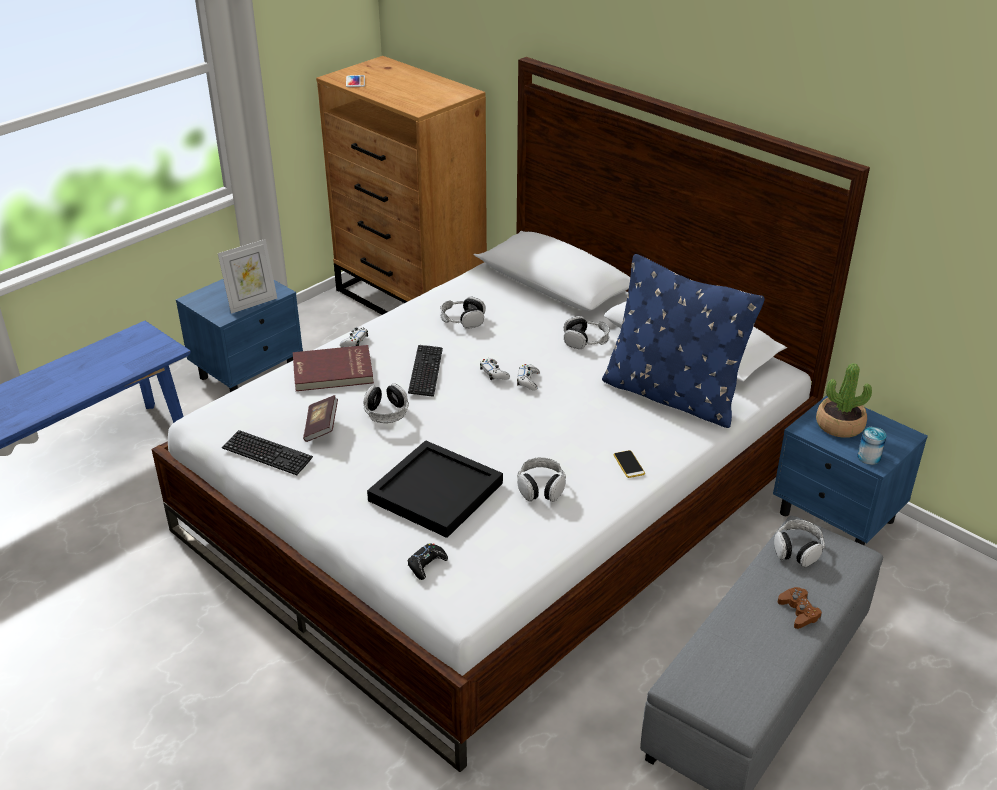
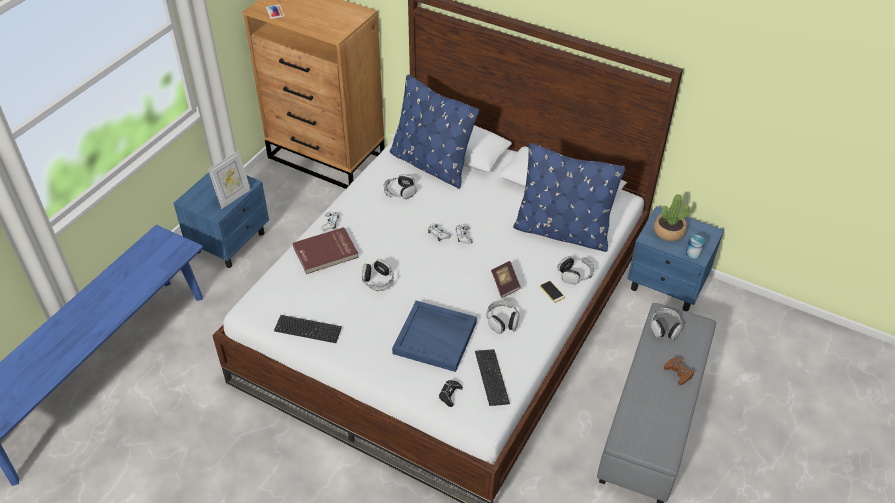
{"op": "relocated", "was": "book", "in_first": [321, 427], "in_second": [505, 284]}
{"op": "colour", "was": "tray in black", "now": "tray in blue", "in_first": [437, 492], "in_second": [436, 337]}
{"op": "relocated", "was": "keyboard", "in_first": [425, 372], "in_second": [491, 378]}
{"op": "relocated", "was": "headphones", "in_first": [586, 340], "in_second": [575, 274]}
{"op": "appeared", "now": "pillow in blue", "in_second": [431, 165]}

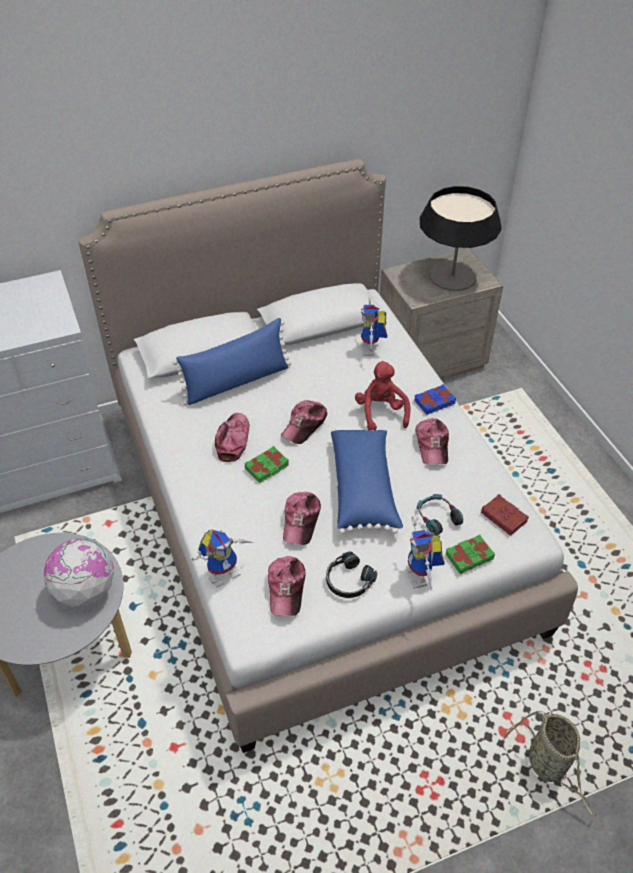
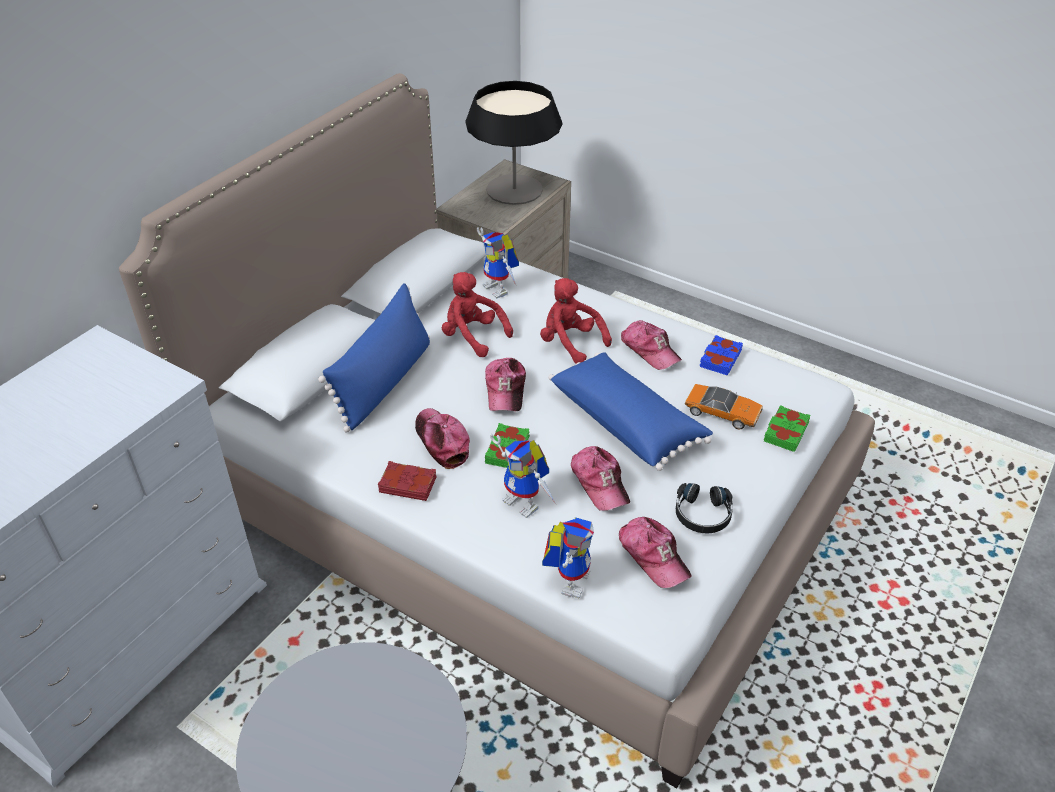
{"op": "missing", "was": "globe", "in_first": [85, 591]}
{"op": "relocated", "was": "toy robot", "in_first": [422, 577], "in_second": [526, 502]}
{"op": "relocated", "was": "book in blue", "in_first": [434, 402], "in_second": [720, 359]}
{"op": "exchanged", "was": "headphones", "now": "toy car", "in_first": [437, 517], "in_second": [722, 412]}
{"op": "relocated", "was": "book in red", "in_first": [504, 517], "in_second": [408, 484]}
{"op": "missing", "was": "basket", "in_first": [548, 766]}
{"op": "appeared", "now": "plush toy in red", "in_second": [472, 336]}

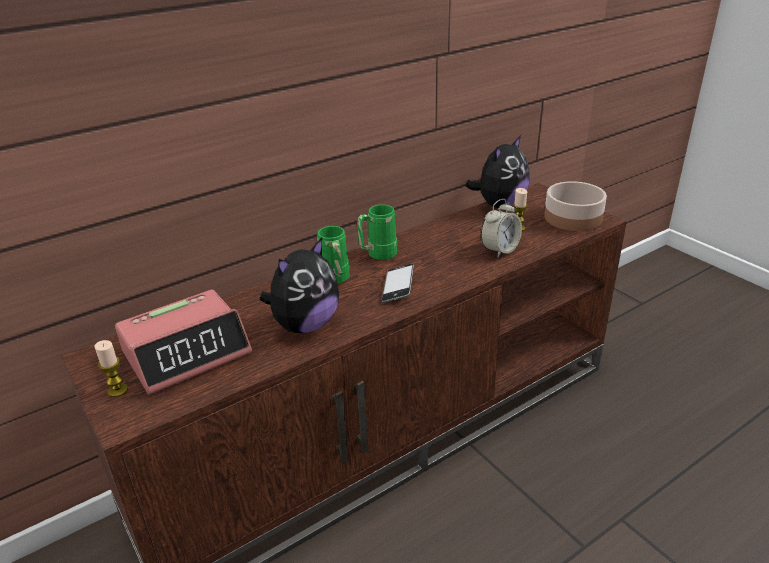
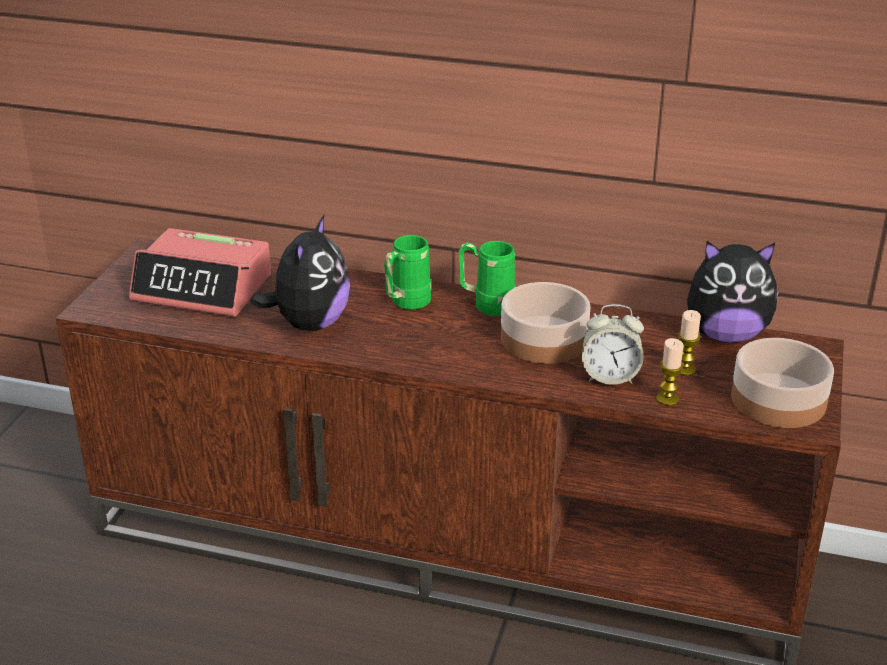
{"op": "relocated", "was": "candle", "in_first": [118, 390], "in_second": [667, 399]}
{"op": "spun", "was": "plush toy", "in_first": [305, 325], "in_second": [309, 323], "clockwise": -75}
{"op": "missing", "was": "phone", "in_first": [398, 287]}
{"op": "appeared", "now": "bowl", "in_second": [543, 339]}

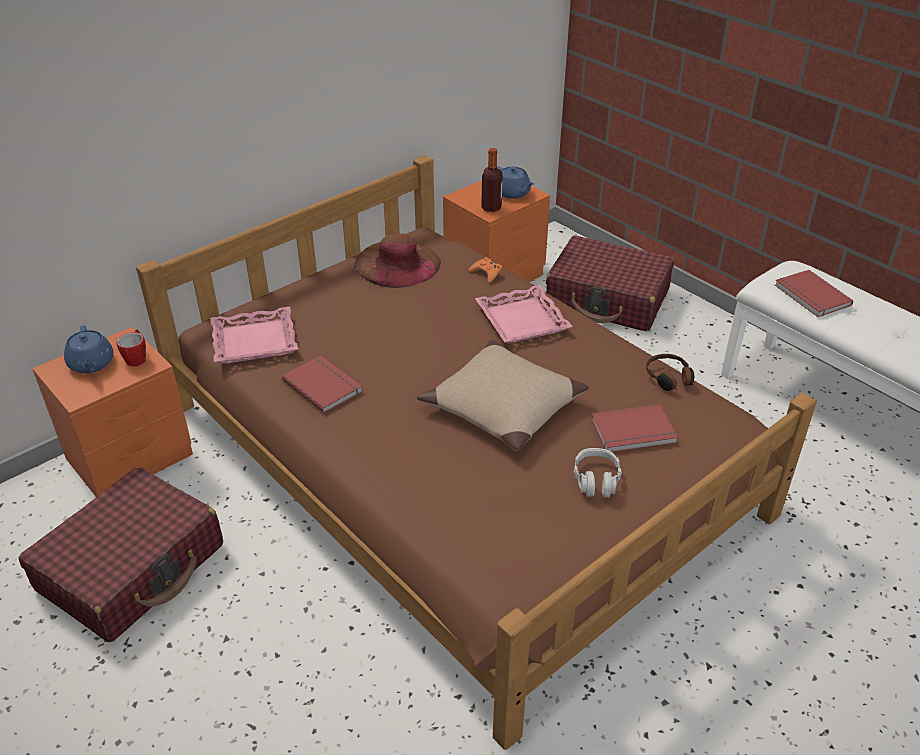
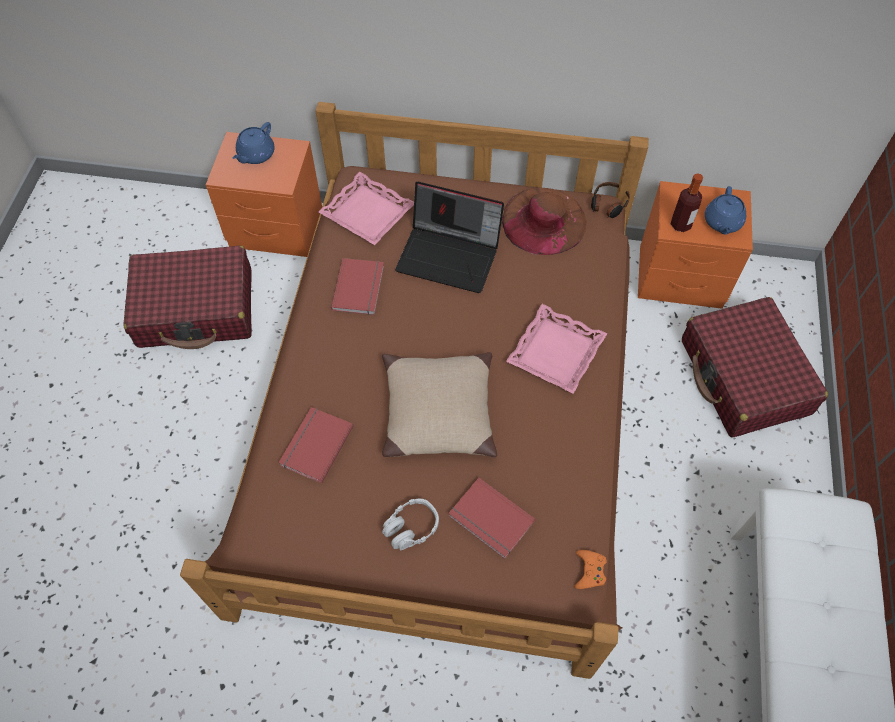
{"op": "missing", "was": "mug", "in_first": [137, 358]}
{"op": "relocated", "was": "game controller in orange", "in_first": [486, 273], "in_second": [589, 571]}
{"op": "relocated", "was": "headphones", "in_first": [669, 378], "in_second": [608, 204]}
{"op": "relocated", "was": "book in red", "in_first": [811, 296], "in_second": [314, 445]}
{"op": "appeared", "now": "laptop", "in_second": [450, 255]}

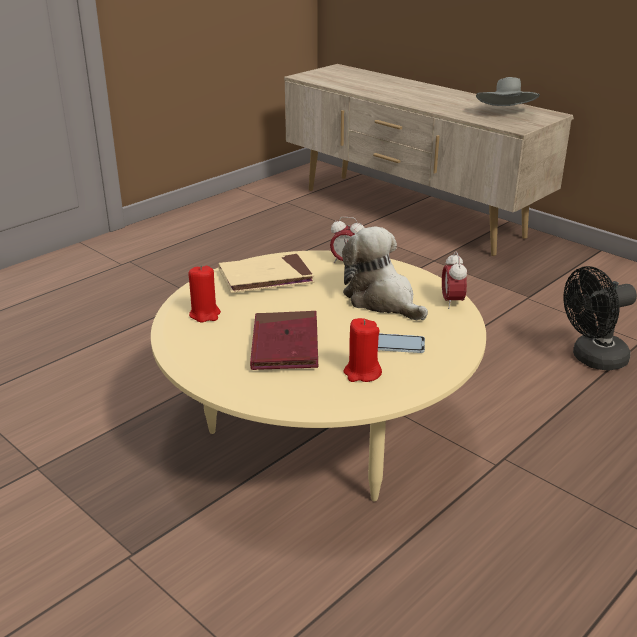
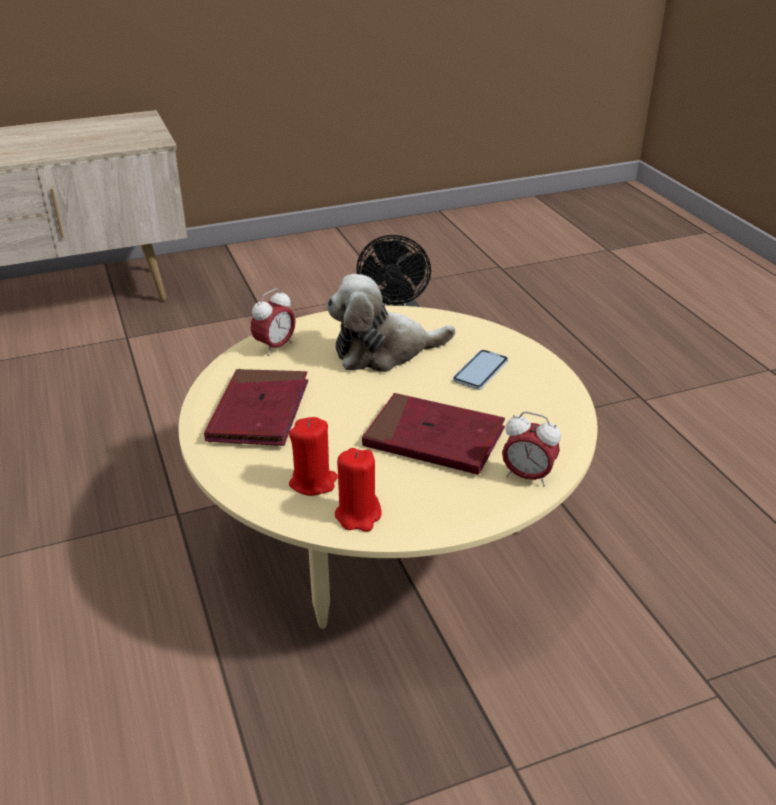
{"op": "colour", "was": "book in beige", "now": "book in red", "in_first": [266, 278], "in_second": [259, 412]}
{"op": "relocated", "was": "candle in red", "in_first": [362, 373], "in_second": [358, 515]}
{"op": "relocated", "was": "alarm clock", "in_first": [452, 302], "in_second": [527, 476]}
{"op": "missing", "was": "hat in grey", "in_first": [506, 113]}

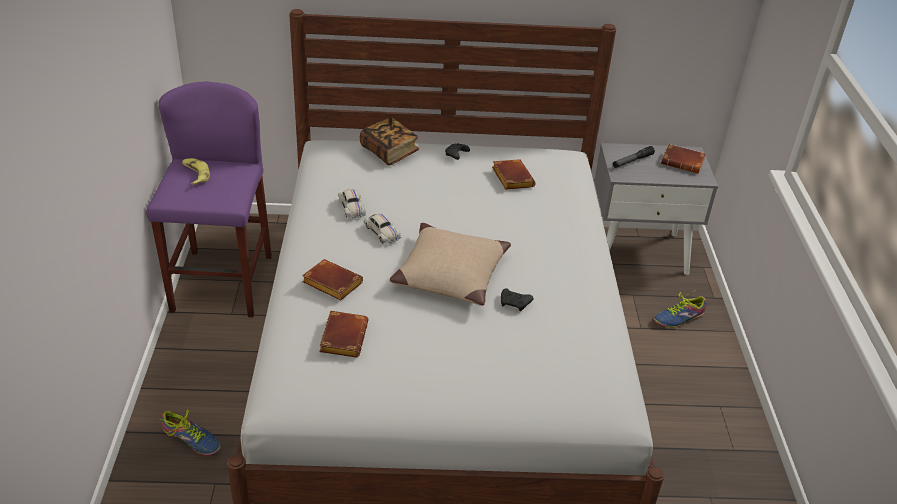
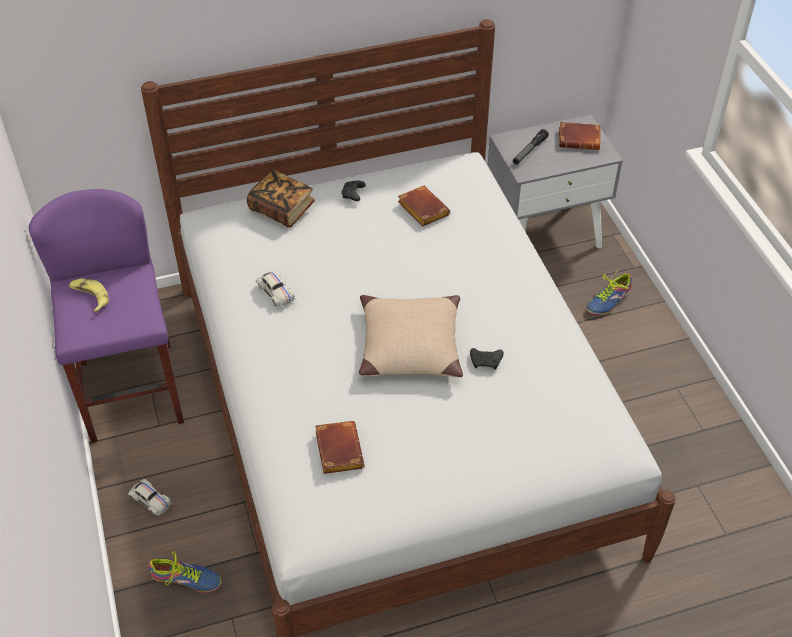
{"op": "missing", "was": "book in brown", "in_first": [330, 284]}
{"op": "relocated", "was": "toy car in white", "in_first": [382, 232], "in_second": [150, 500]}

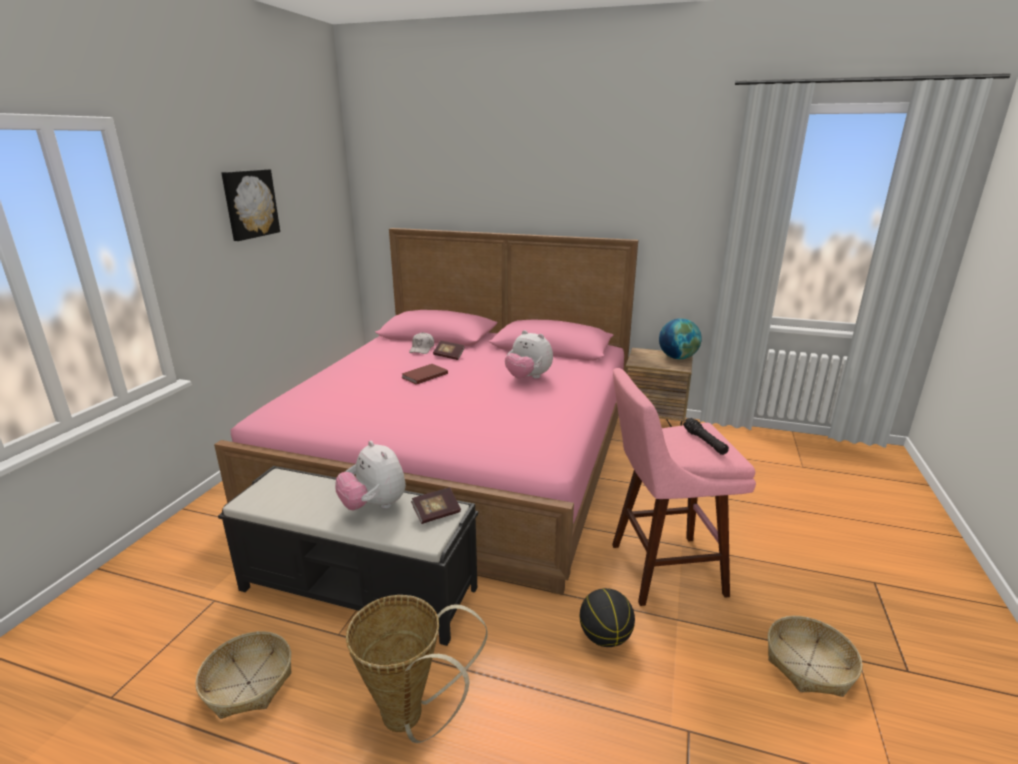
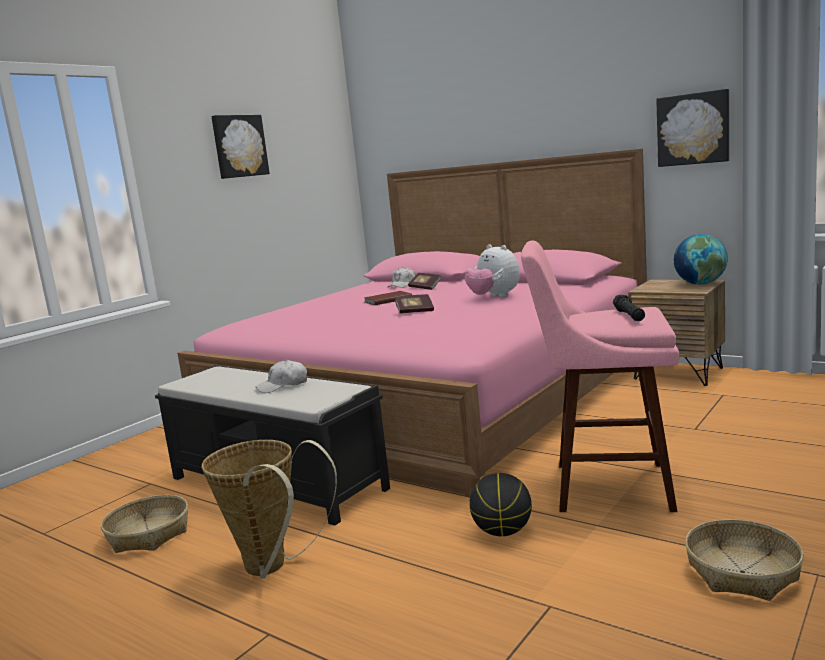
{"op": "exchanged", "was": "plush toy", "now": "cap in white", "in_first": [374, 506], "in_second": [283, 385]}
{"op": "relocated", "was": "book", "in_first": [436, 513], "in_second": [415, 311]}
{"op": "appeared", "now": "picture", "in_second": [693, 129]}

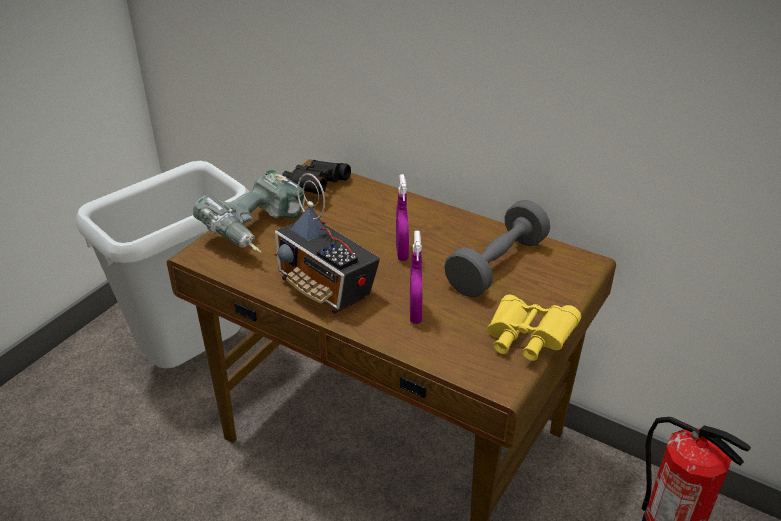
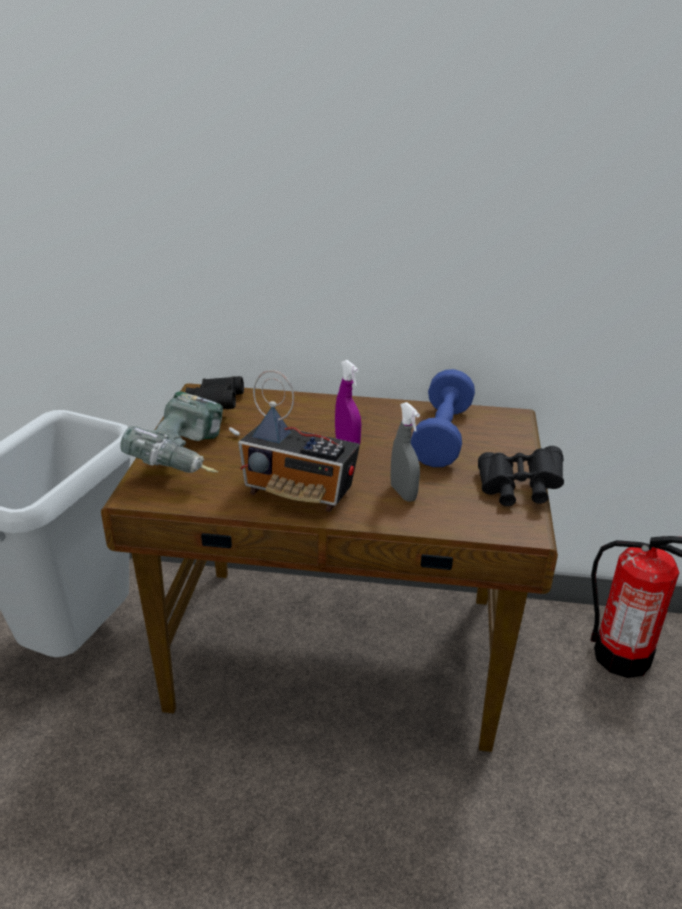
{"op": "colour", "was": "spray bottle in purple", "now": "spray bottle in grey", "in_first": [415, 313], "in_second": [403, 493]}
{"op": "colour", "was": "dumbbell in grey", "now": "dumbbell in blue", "in_first": [496, 266], "in_second": [442, 436]}
{"op": "colour", "was": "binoculars in yellow", "now": "binoculars in black", "in_first": [527, 340], "in_second": [518, 490]}

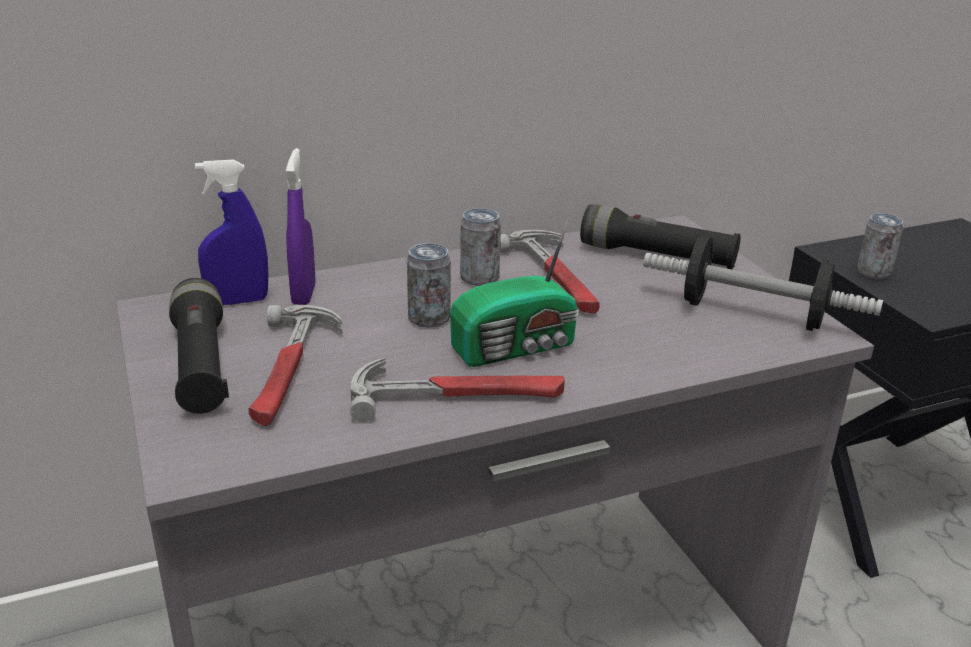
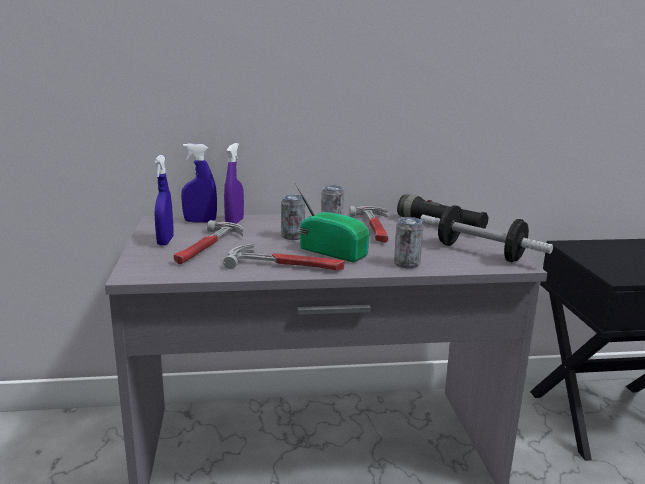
{"op": "exchanged", "was": "flashlight in black", "now": "spray bottle in blue", "in_first": [201, 365], "in_second": [165, 241]}
{"op": "spun", "was": "radio", "in_first": [518, 347], "in_second": [332, 251], "clockwise": -135}
{"op": "relocated", "was": "can", "in_first": [873, 273], "in_second": [407, 264]}

